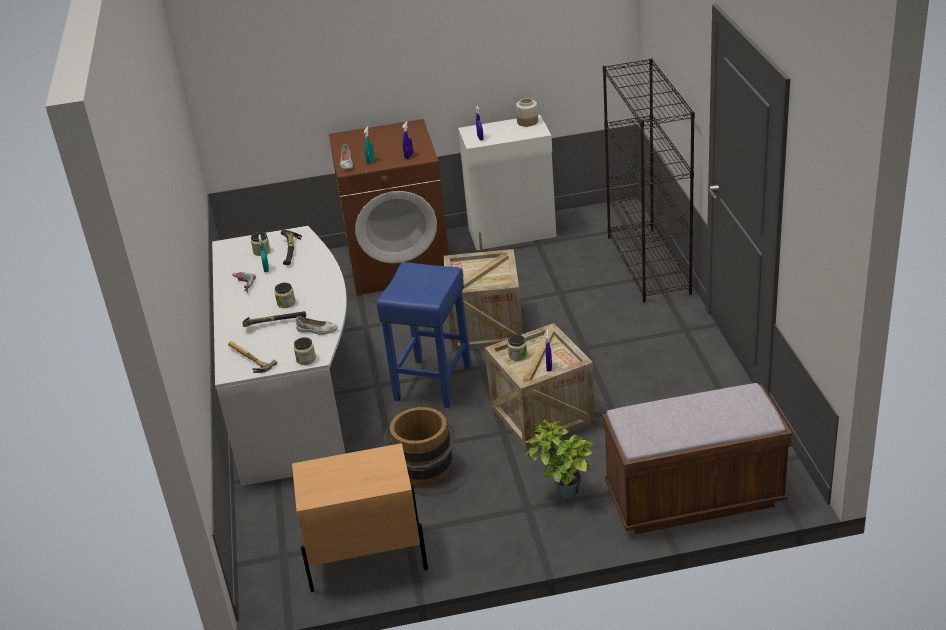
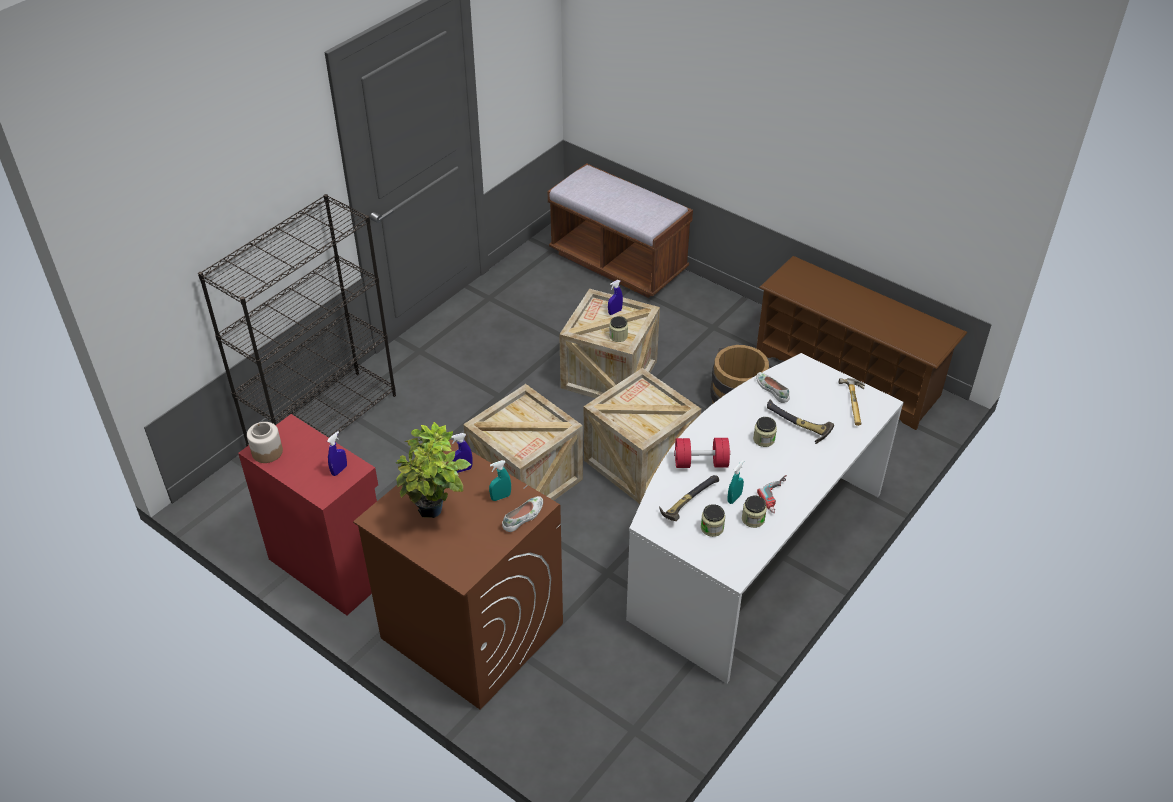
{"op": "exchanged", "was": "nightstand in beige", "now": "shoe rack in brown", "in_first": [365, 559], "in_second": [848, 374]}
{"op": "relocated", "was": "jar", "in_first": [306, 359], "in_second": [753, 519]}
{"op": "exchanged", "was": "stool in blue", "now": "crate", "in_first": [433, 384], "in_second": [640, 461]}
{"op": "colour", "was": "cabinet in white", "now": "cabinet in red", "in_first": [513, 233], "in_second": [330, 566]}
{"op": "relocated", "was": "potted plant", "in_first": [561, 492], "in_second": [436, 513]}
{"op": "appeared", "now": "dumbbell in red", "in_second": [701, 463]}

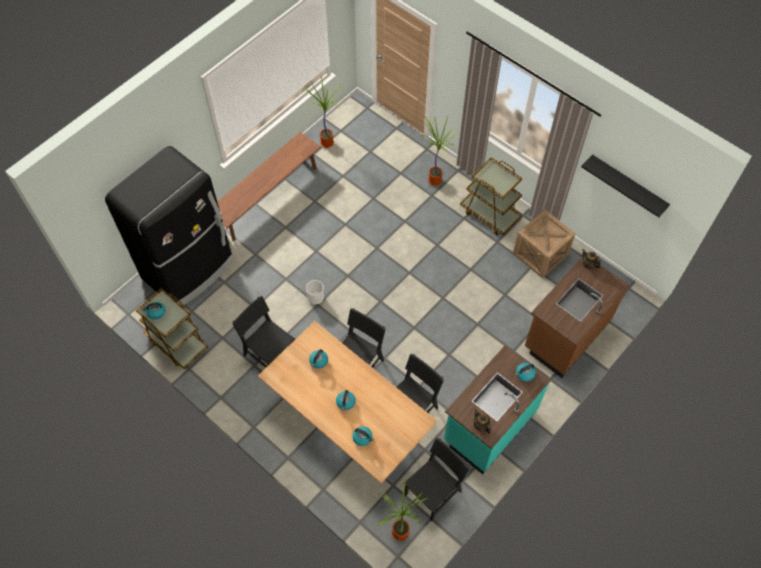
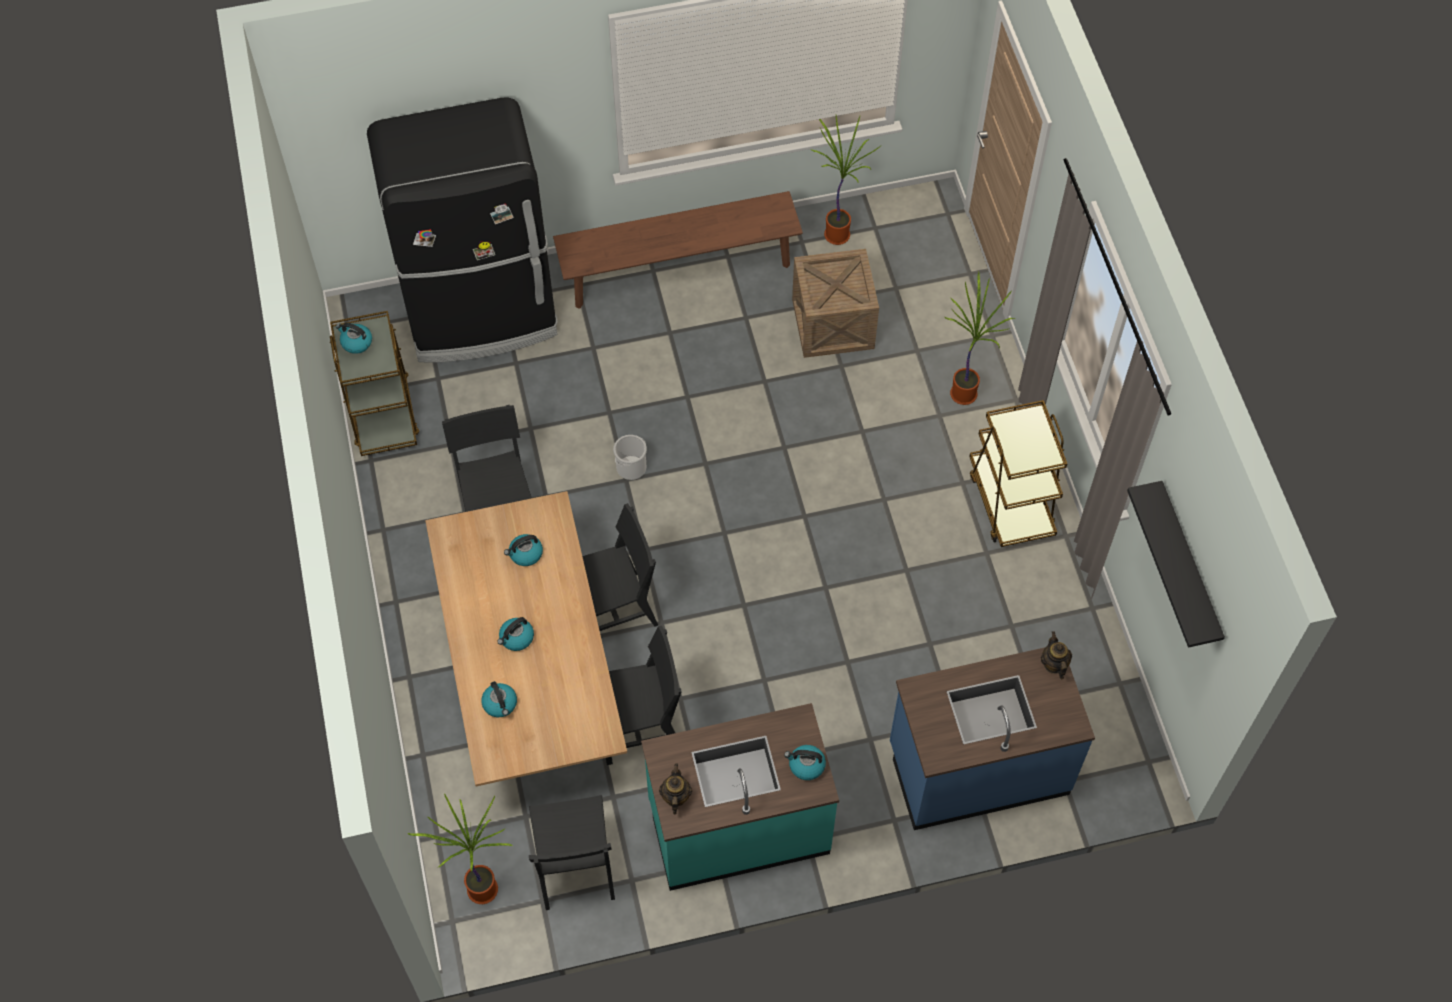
{"op": "spun", "was": "chair in black", "in_first": [433, 493], "in_second": [575, 867], "clockwise": 90}
{"op": "relocated", "was": "crate", "in_first": [540, 254], "in_second": [833, 324]}
{"op": "colour", "was": "counter in brown", "now": "counter in blue", "in_first": [565, 334], "in_second": [977, 768]}

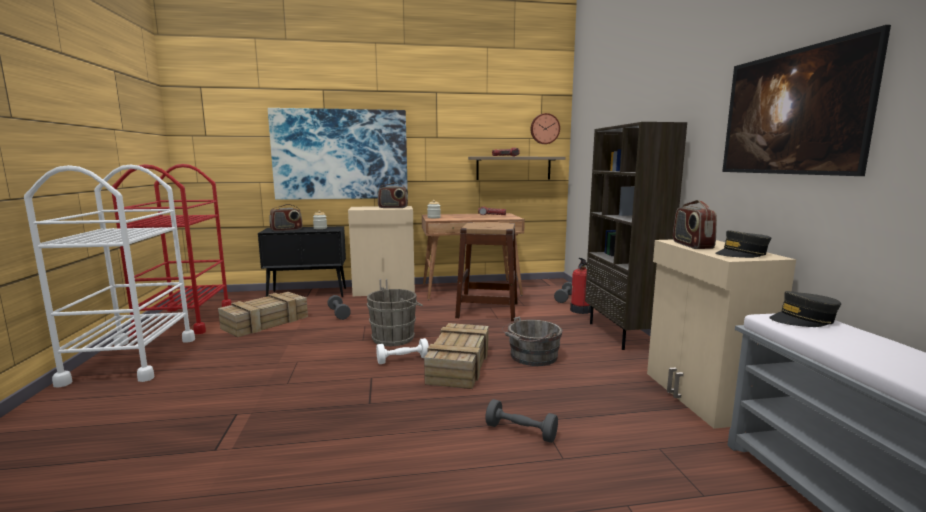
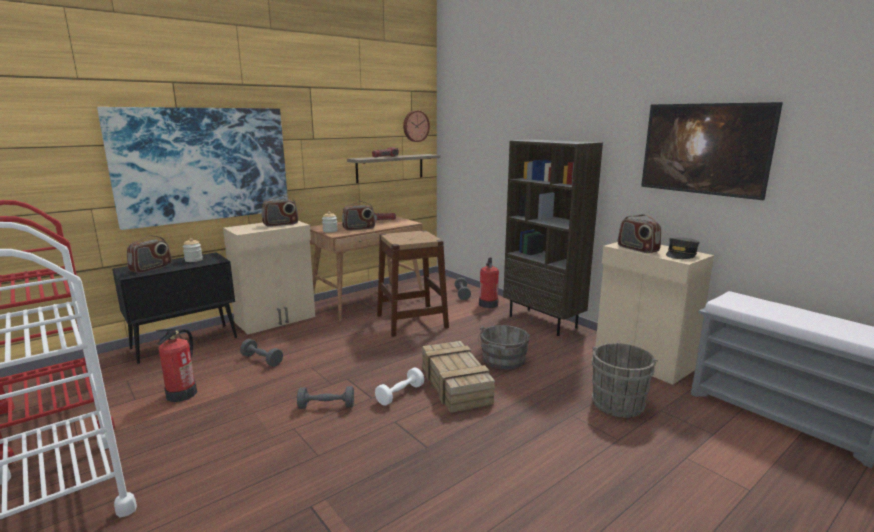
{"op": "exchanged", "was": "crate", "now": "fire extinguisher", "in_first": [264, 323], "in_second": [182, 393]}
{"op": "relocated", "was": "bucket in grey", "in_first": [396, 338], "in_second": [618, 402]}
{"op": "relocated", "was": "dumbbell in grey", "in_first": [521, 432], "in_second": [326, 406]}
{"op": "missing", "was": "cap in grey", "in_first": [803, 320]}
{"op": "appeared", "now": "radio", "in_second": [359, 228]}

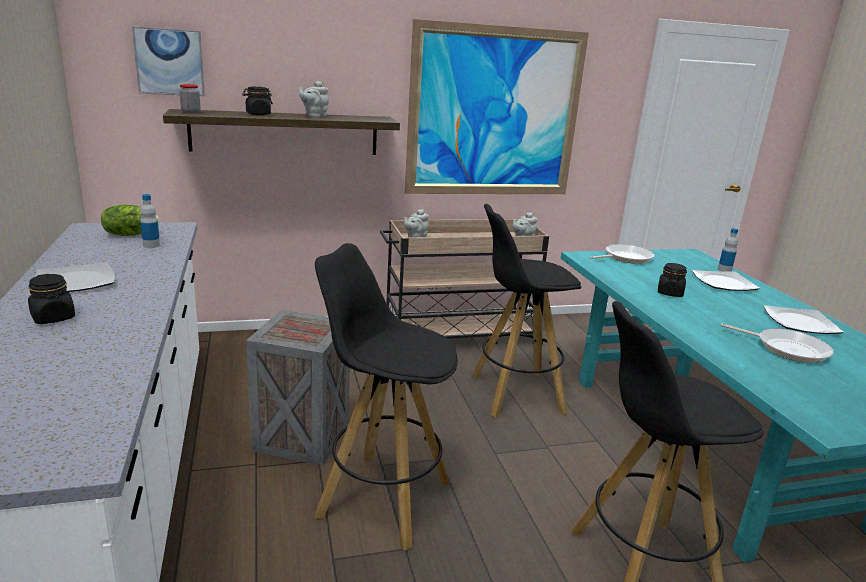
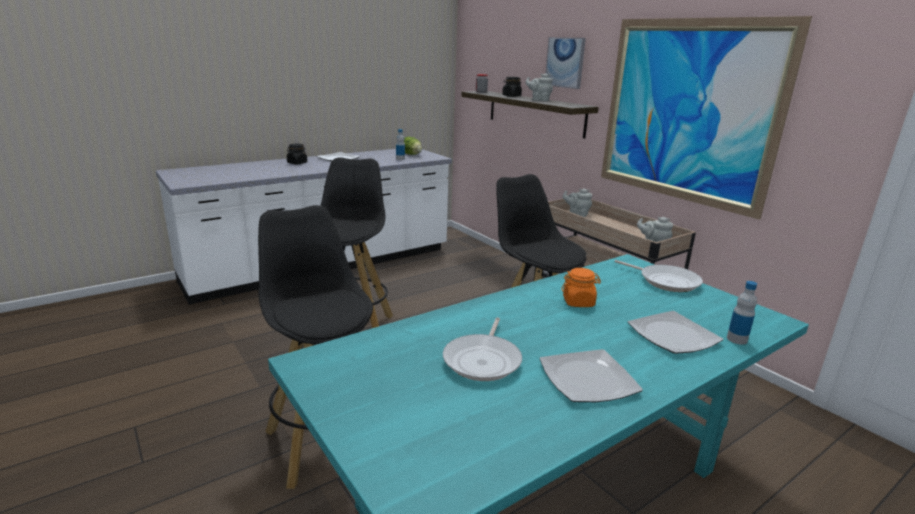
{"op": "relocated", "was": "picture", "in_first": [169, 62], "in_second": [565, 62]}
{"op": "missing", "was": "crate", "in_first": [301, 435]}
{"op": "colour", "was": "jar in black", "now": "jar in orange", "in_first": [669, 293], "in_second": [578, 302]}

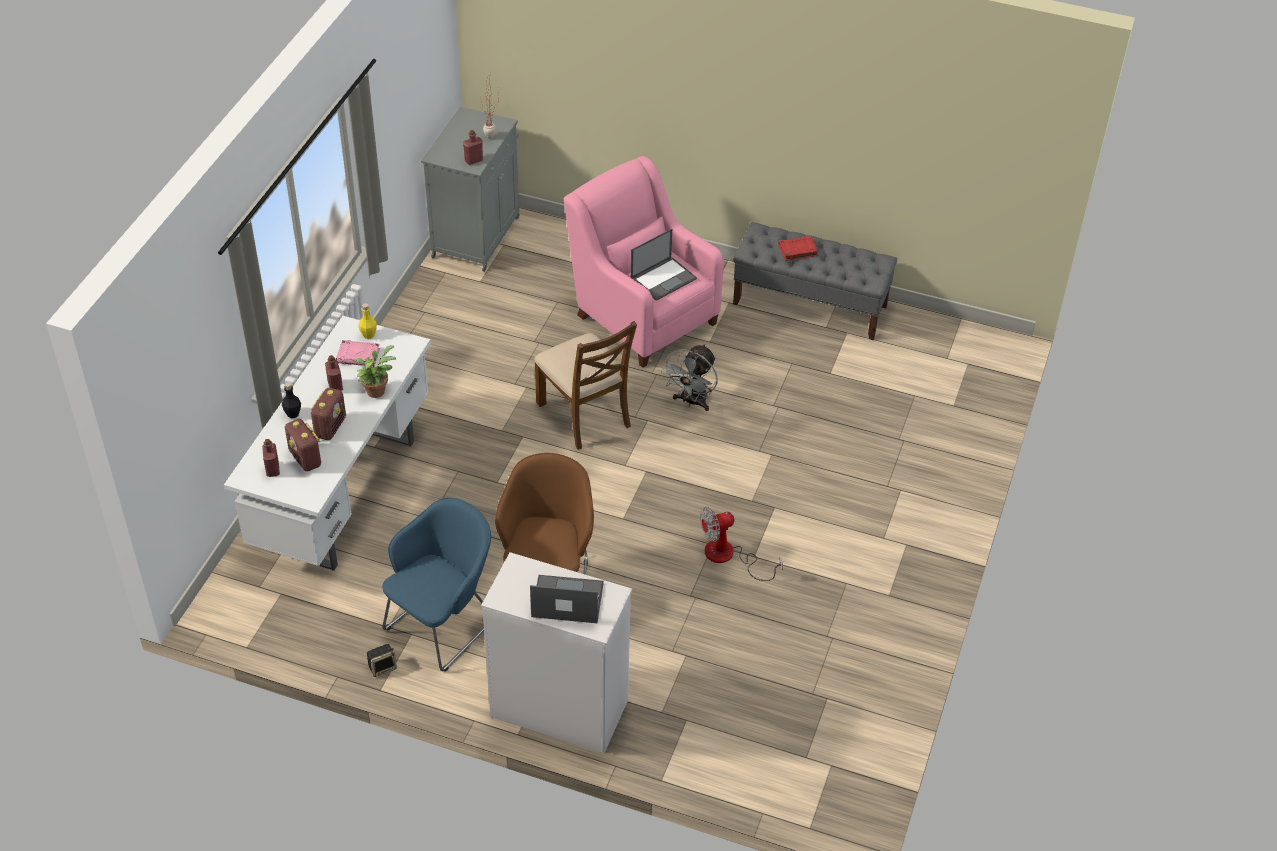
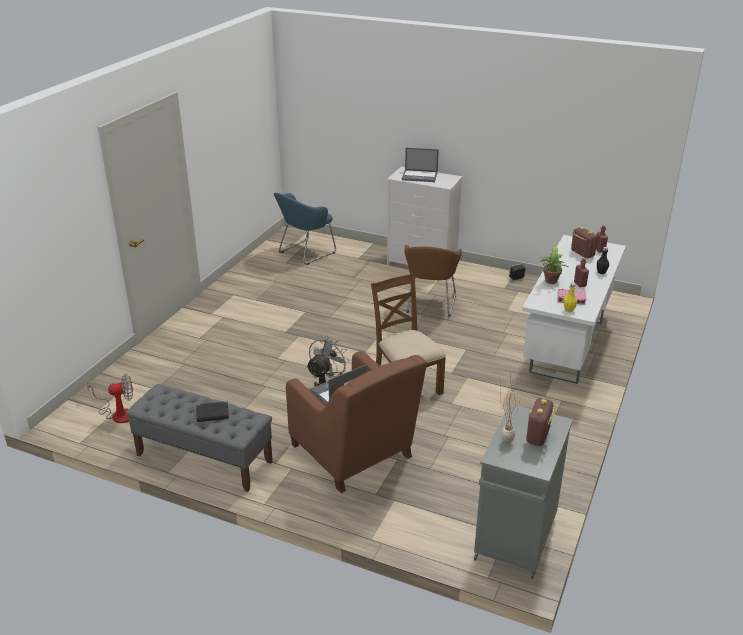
{"op": "relocated", "was": "radio", "in_first": [330, 427], "in_second": [538, 436]}
{"op": "relocated", "was": "armchair in blue", "in_first": [443, 624], "in_second": [305, 253]}
{"op": "missing", "was": "bottle in red", "in_first": [473, 160]}
{"op": "colour", "was": "armchair in pink", "now": "armchair in brown", "in_first": [642, 315], "in_second": [354, 454]}
{"op": "relocated", "was": "fan", "in_first": [729, 556], "in_second": [118, 413]}
{"op": "colour", "was": "book in red", "now": "book in black", "in_first": [797, 250], "in_second": [213, 414]}

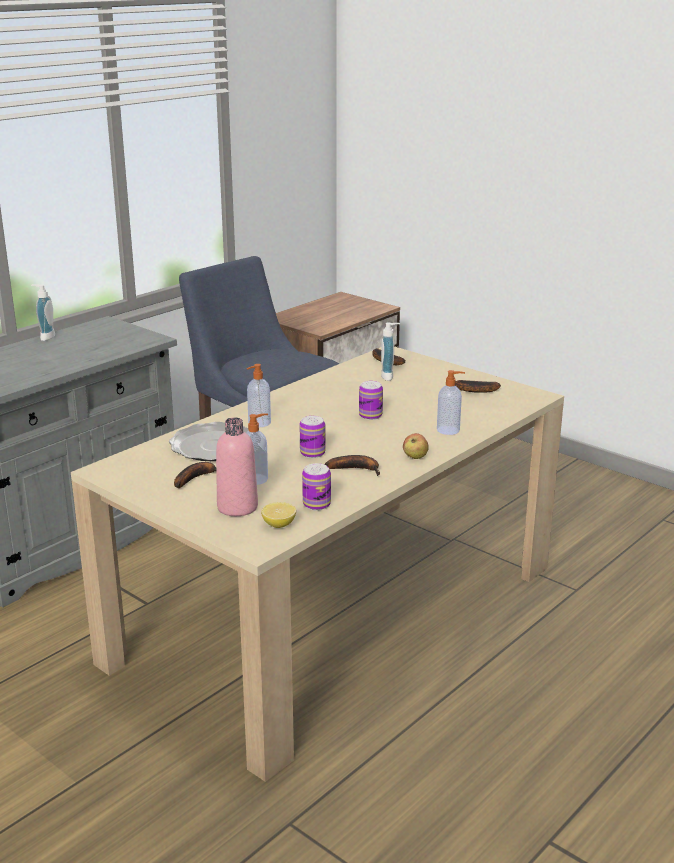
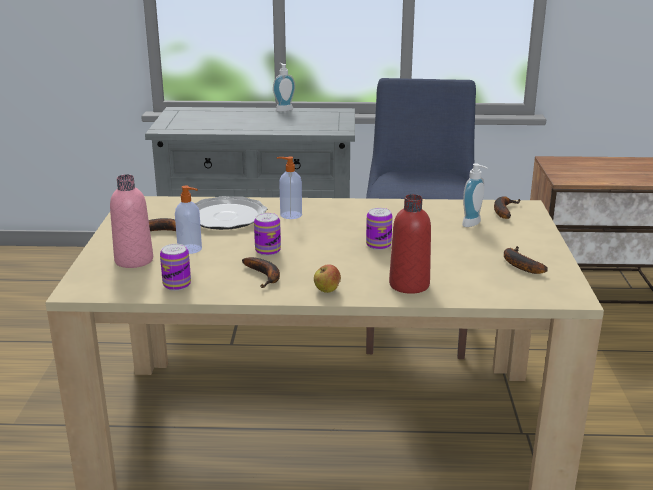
{"op": "missing", "was": "lemon", "in_first": [279, 525]}
{"op": "exchanged", "was": "soap dispenser", "now": "bottle in red", "in_first": [449, 430], "in_second": [409, 285]}

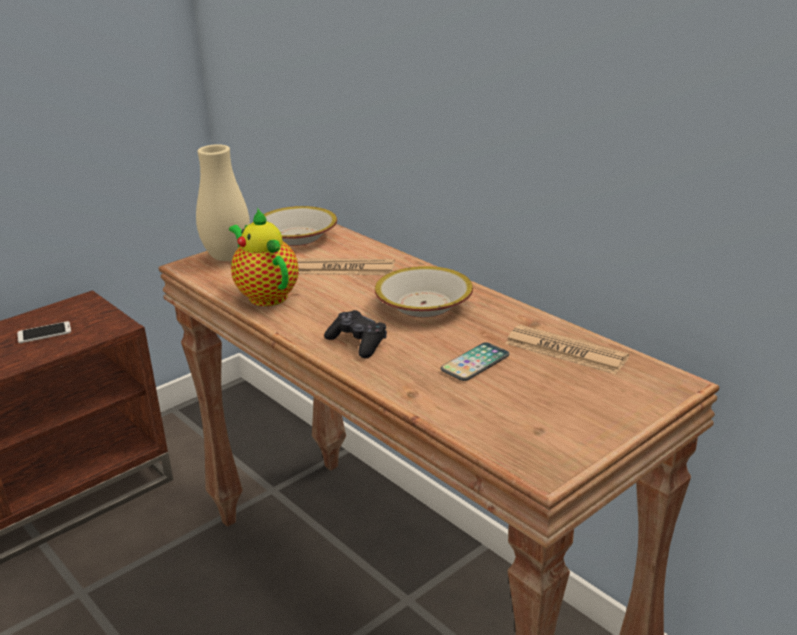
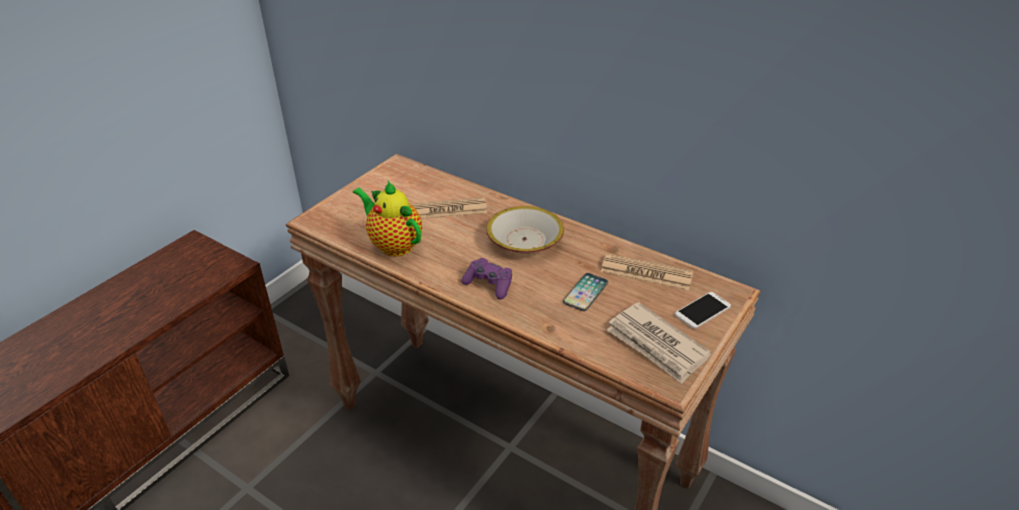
{"op": "relocated", "was": "phone", "in_first": [44, 333], "in_second": [702, 310]}
{"op": "missing", "was": "vase in beige", "in_first": [227, 257]}
{"op": "missing", "was": "bowl", "in_first": [297, 236]}
{"op": "colour", "was": "game controller in black", "now": "game controller in purple", "in_first": [357, 342], "in_second": [489, 284]}
{"op": "appeared", "now": "newspaper", "in_second": [656, 345]}

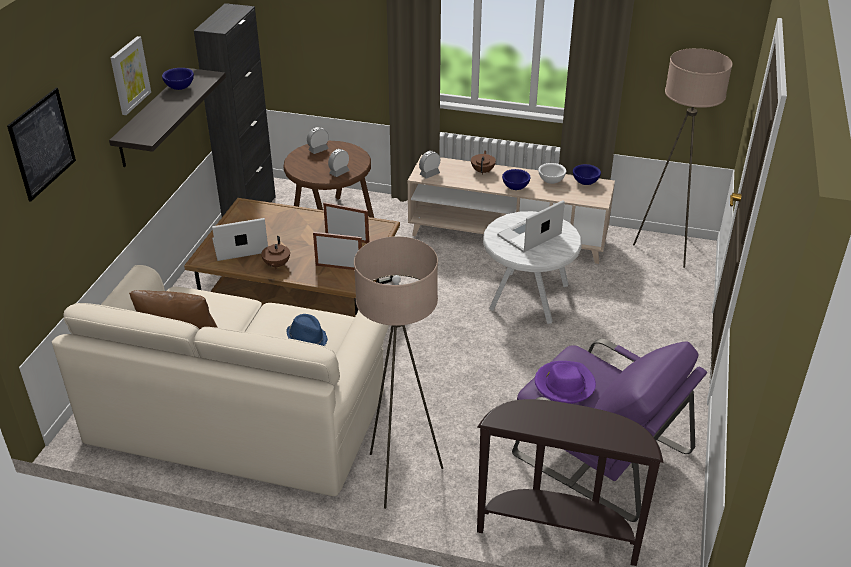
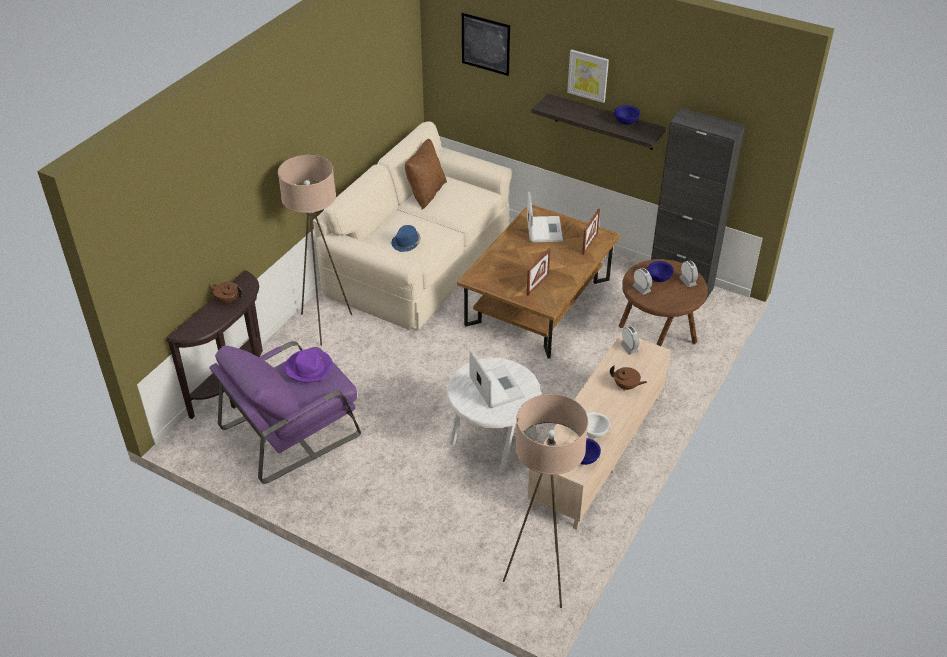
{"op": "relocated", "was": "teapot in brown", "in_first": [276, 265], "in_second": [227, 299]}
{"op": "relocated", "was": "picture frame", "in_first": [339, 267], "in_second": [589, 244]}
{"op": "relocated", "was": "bowl in blue", "in_first": [516, 187], "in_second": [658, 279]}

